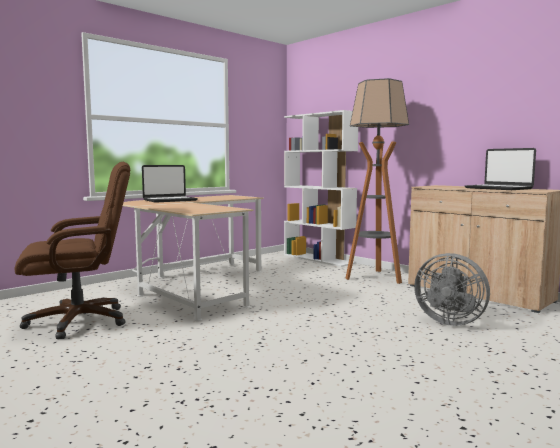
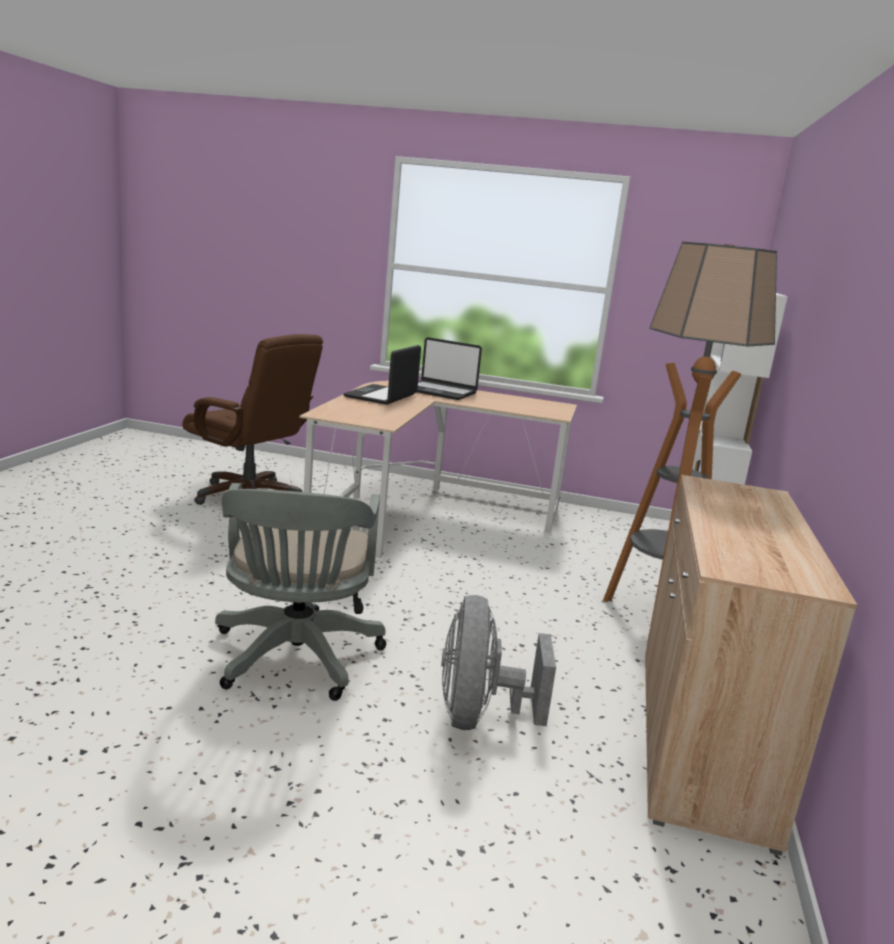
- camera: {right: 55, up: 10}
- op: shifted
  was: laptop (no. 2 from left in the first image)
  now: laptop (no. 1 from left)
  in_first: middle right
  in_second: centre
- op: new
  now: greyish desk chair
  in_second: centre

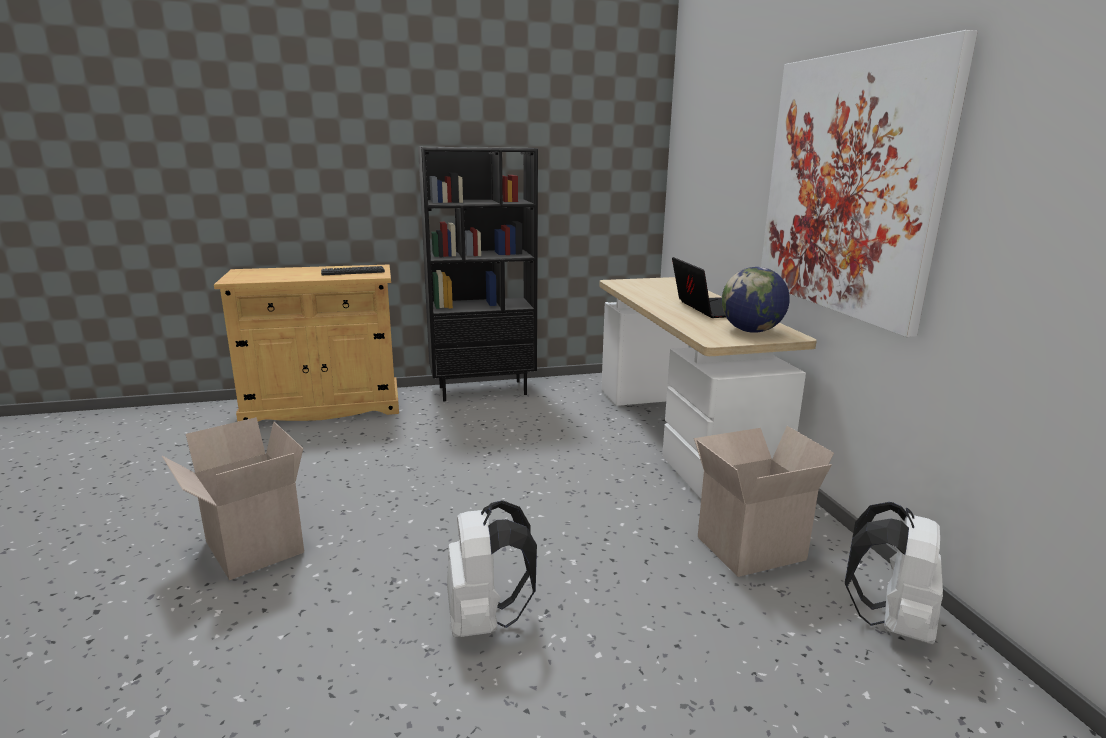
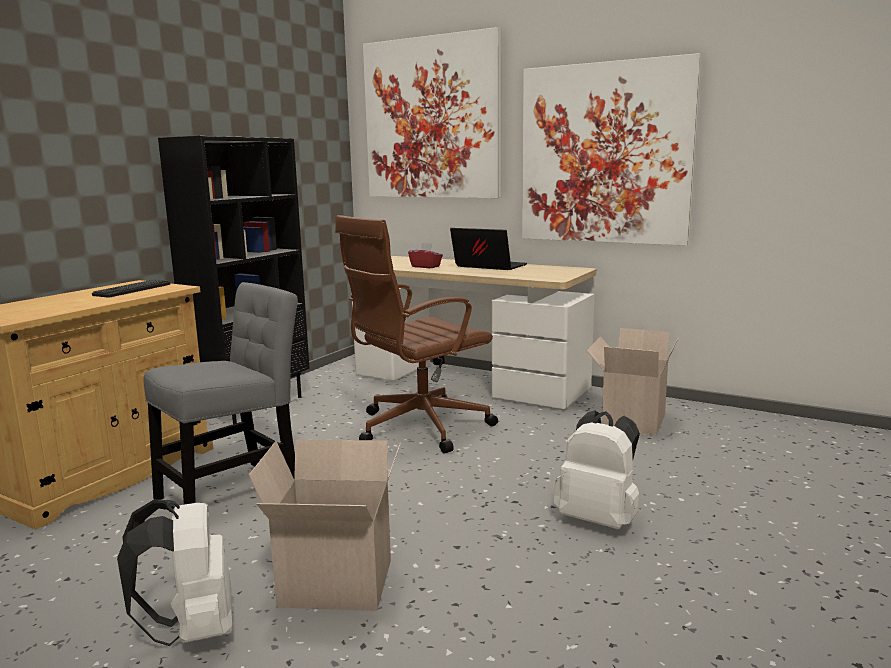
- camera: {right: -45, up: -5}
- op: gone
  was: desk globe
  in_first: middle right
- op: shifted
  was: whitish knapsack (no. 2 from left in the first image)
  now: whitish knapsack (no. 1 from left)
  in_first: bottom right
  in_second: bottom left
- op: new
  now: greyish chair
  in_second: middle left
- op: new
  now: brownish desk chair
  in_second: centre
- op: new
  now: wall art (no. 1 from left)
  in_second: top centre
- op: new
  now: red box of tissues
  in_second: centre

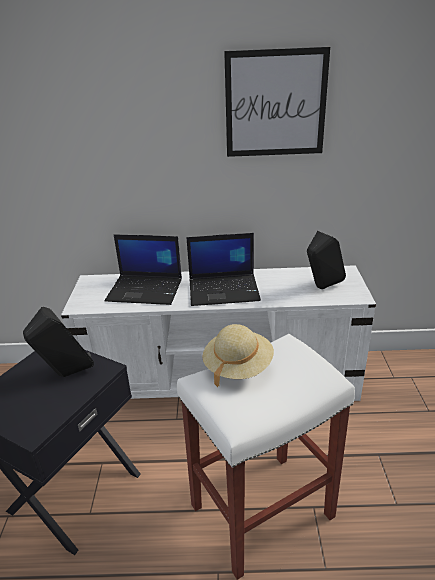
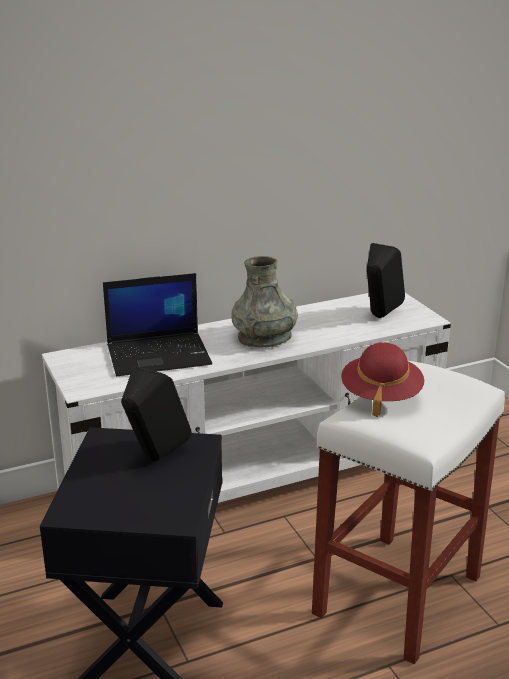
- camera: {right: -25, up: -5}
- op: swapped
  was: laptop (no. 2 from left)
  now: greyish decorative vase
  in_first: centre
  in_second: centre
- op: repainted
  was: beige wearable hat
  now: red wearable hat
  in_first: centre
  in_second: middle right
- op: gone
  was: wall art
  in_first: top centre

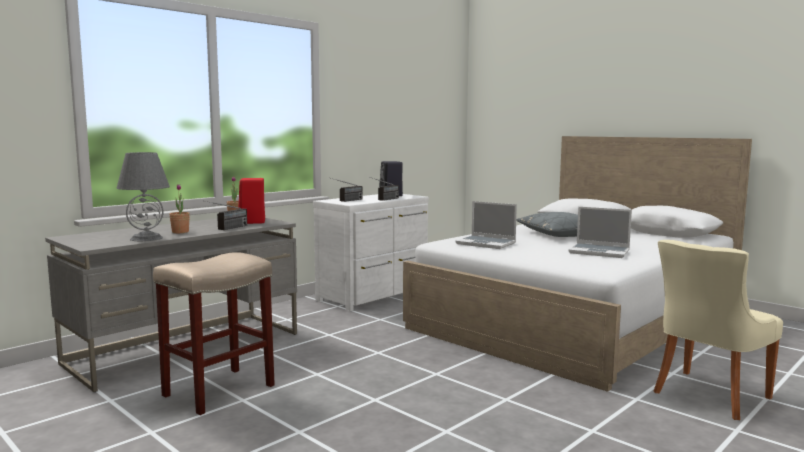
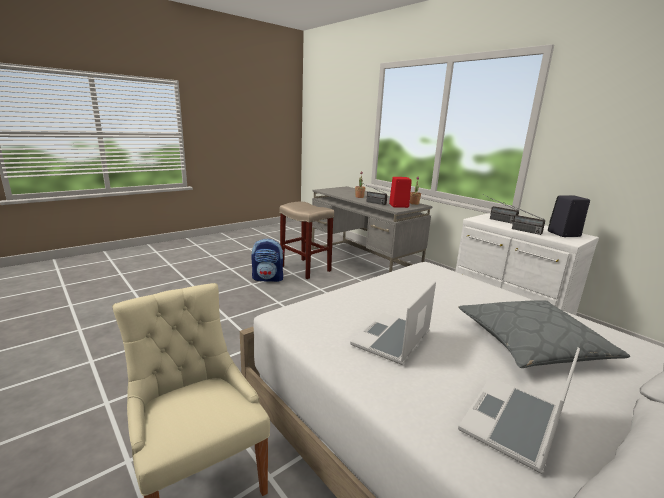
- camera: {right: 95, up: 10}
- op: gone
  was: greyish tabletop lamp
  in_first: middle left
- op: shifted
  was: laptop (no. 1 from left in the first image)
  now: laptop (no. 2 from left)
  in_first: centre
  in_second: bottom right
- op: new
  now: knapsack
  in_second: centre

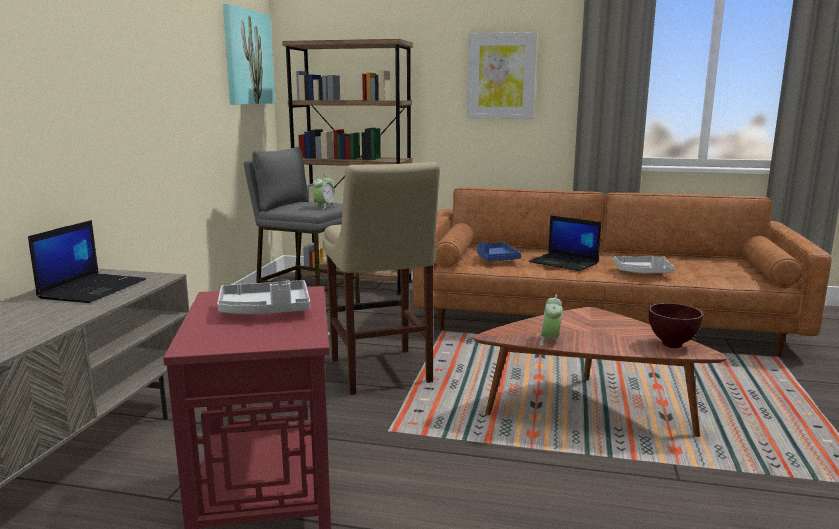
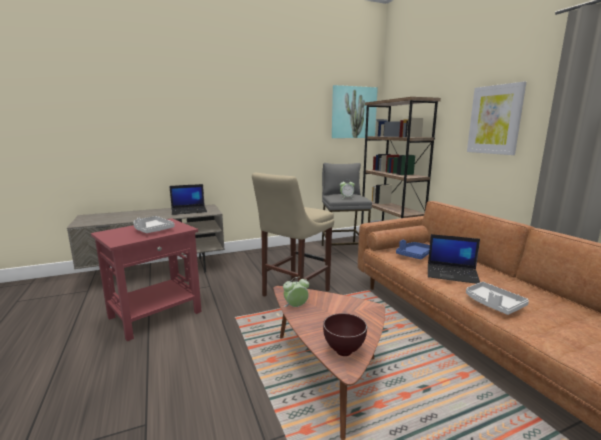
- camera: {right: 55, up: 0}
- op: rotated
  was: laptop (no. 2 from left)
  in_first: middle right
  in_second: middle right
  clockwise: -75

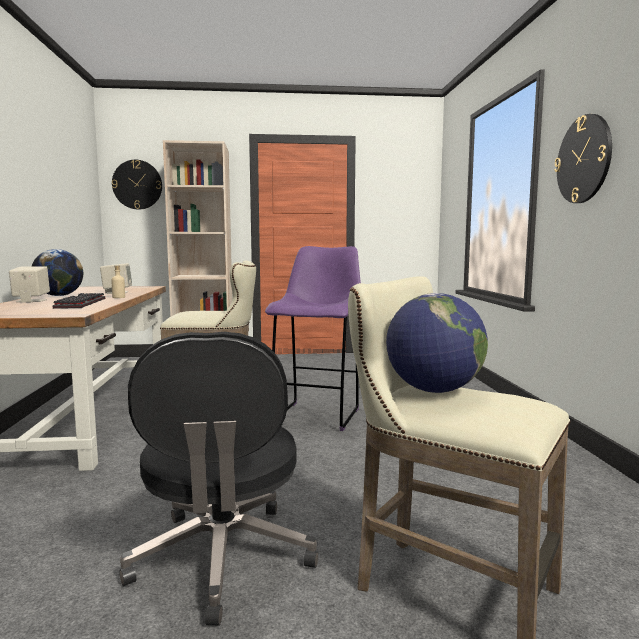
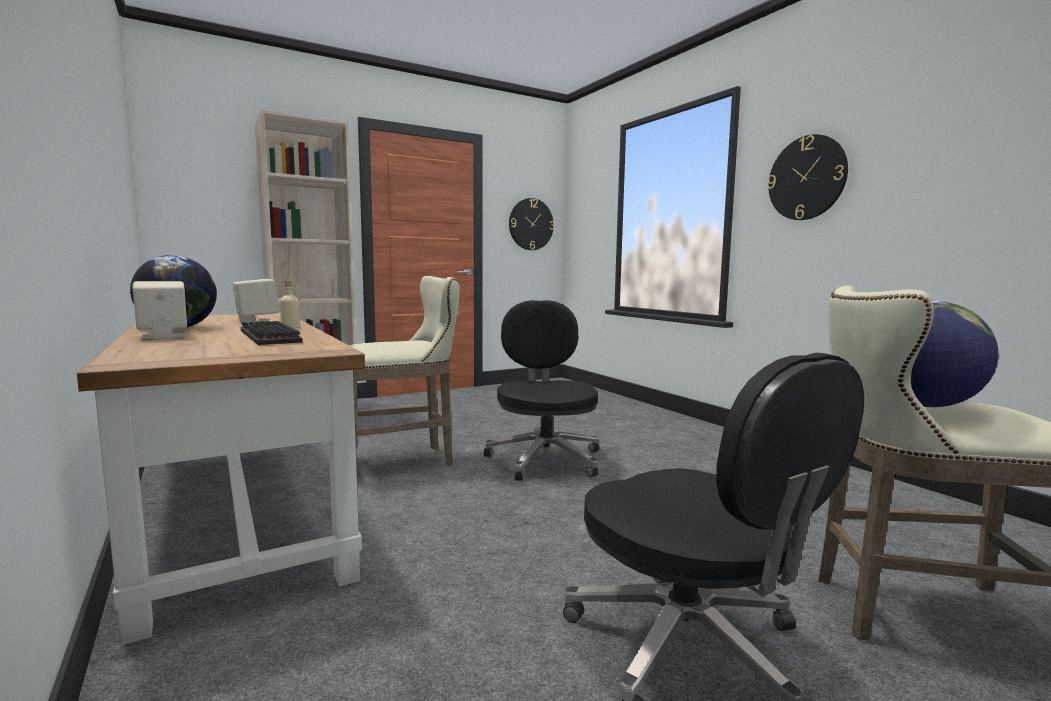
- camera: {right: -25, up: 0}
- op: shifted
  was: wall clock (no. 1 from left)
  in_first: top left
  in_second: top centre
- op: swapped
  was: purple stool
  now: blackish desk chair (no. 1 from left)
  in_first: centre
  in_second: centre

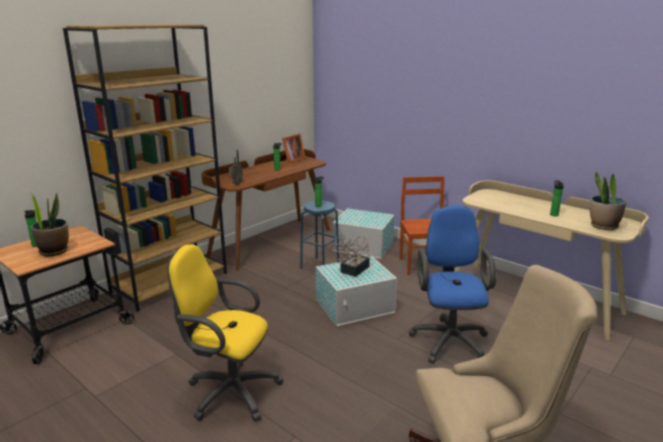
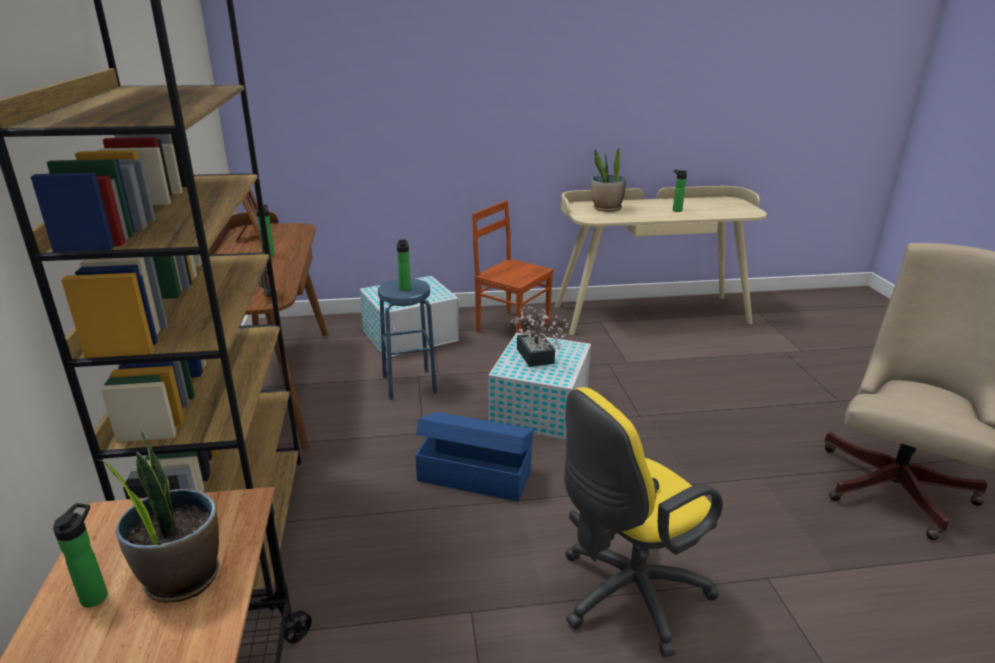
- camera: {right: -50, up: 5}
- op: gone
  was: blue-coloured desk chair
  in_first: middle right
- op: shifted
  was: plant in a pot (no. 3 from left)
  in_first: middle right
  in_second: top centre
- op: new
  now: blue-coloured storage box
  in_second: bottom centre

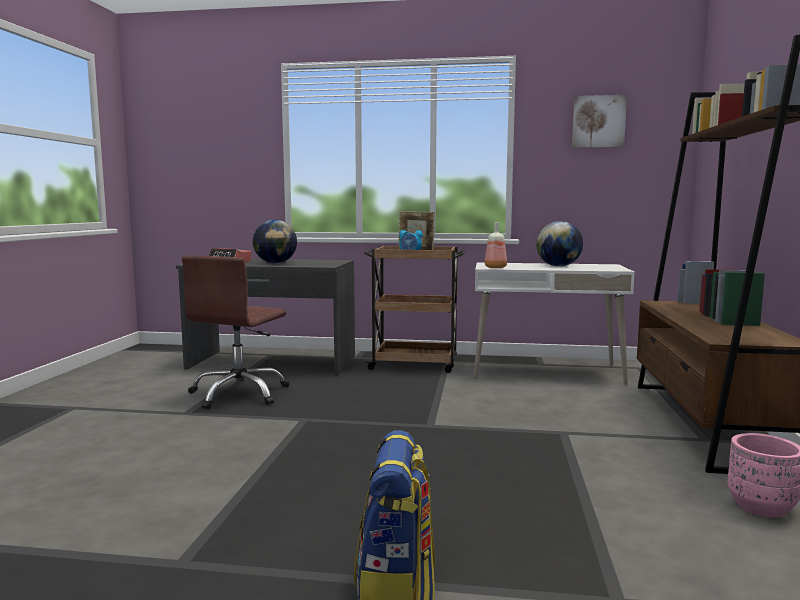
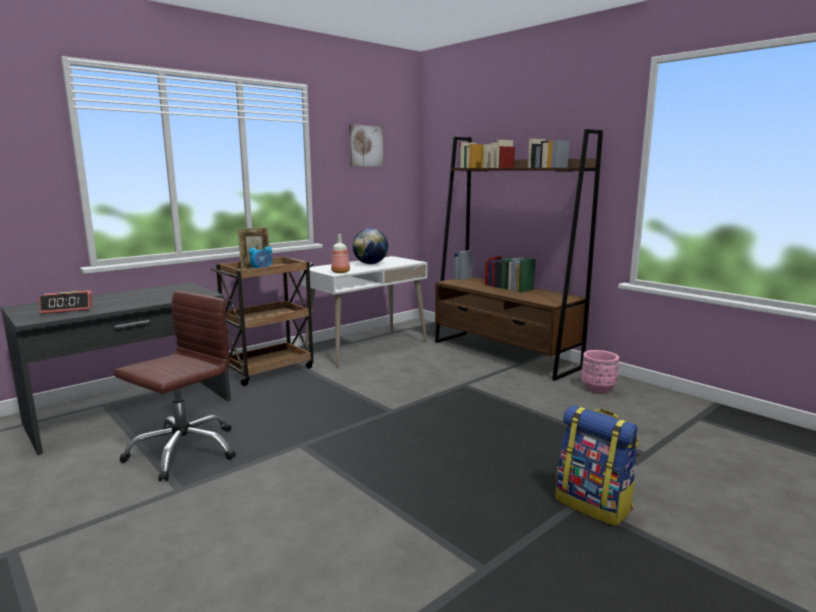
- camera: {right: -50, up: 5}
- op: rotated
  was: brownish desk chair
  in_first: middle left
  in_second: middle left
  clockwise: -120
- op: gone
  was: desk globe (no. 1 from left)
  in_first: centre

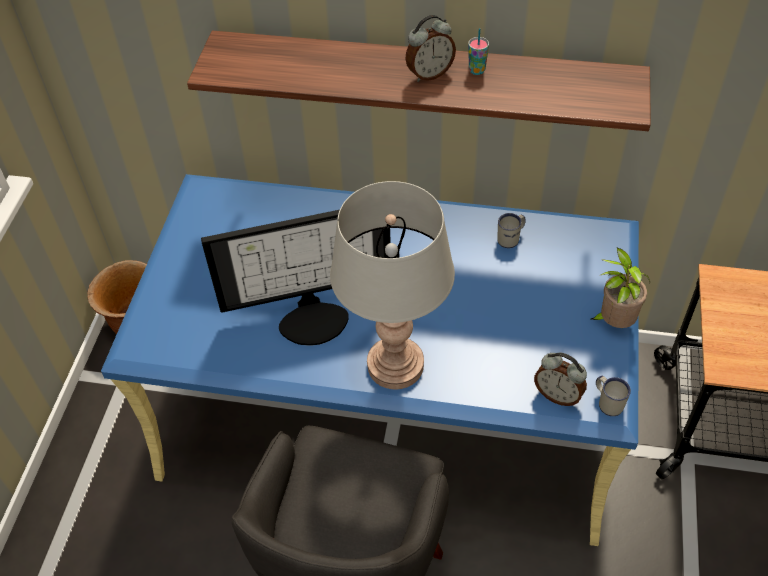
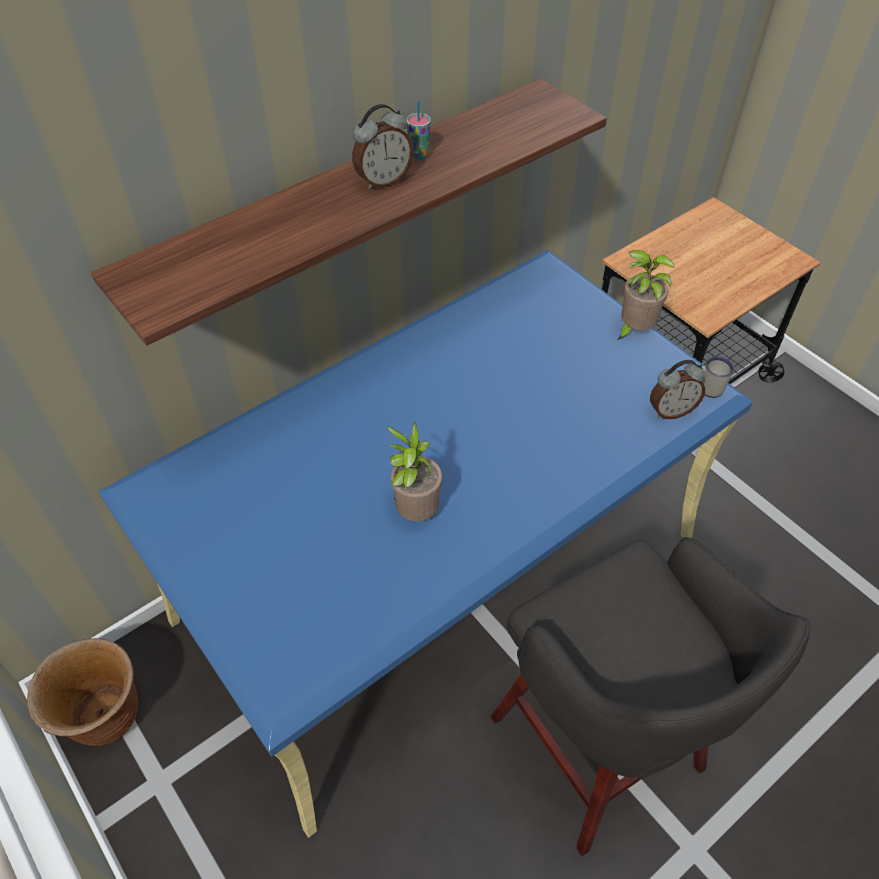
- camera: {right: -50, up: 0}
- op: swapped
  was: computer display
  now: plant in a pot (no. 1 from left)
  in_first: centre
  in_second: centre
- op: gone
  was: greyish tabletop lamp
  in_first: centre
- op: rotated
  was: bedside clock (no. 1 from left)
  in_first: top centre
  in_second: top centre
  clockwise: 45
- op: gone
  was: whitish coffee mug (no. 1 from left)
  in_first: centre

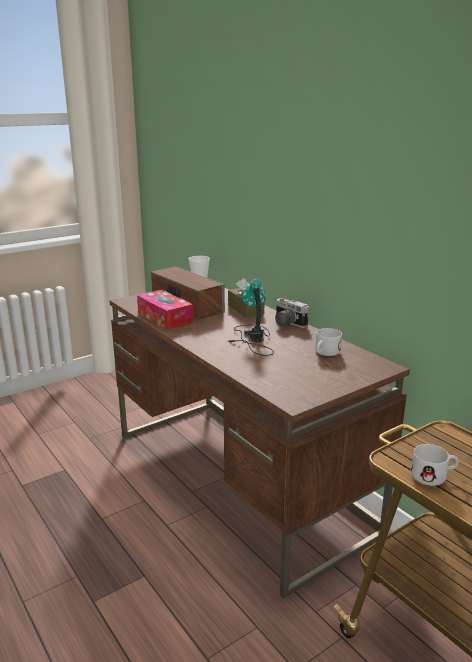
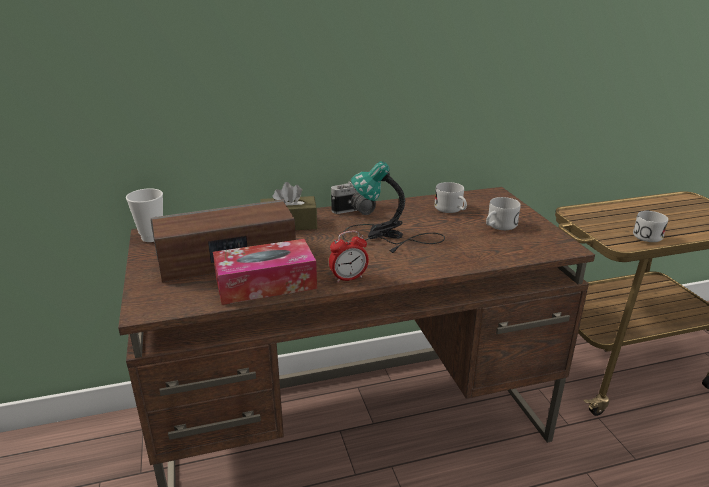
- camera: {right: -70, up: 5}
- op: new
  now: bedside clock
  in_second: centre
- op: new
  now: whitish coffee mug (no. 2 from left)
  in_second: middle right

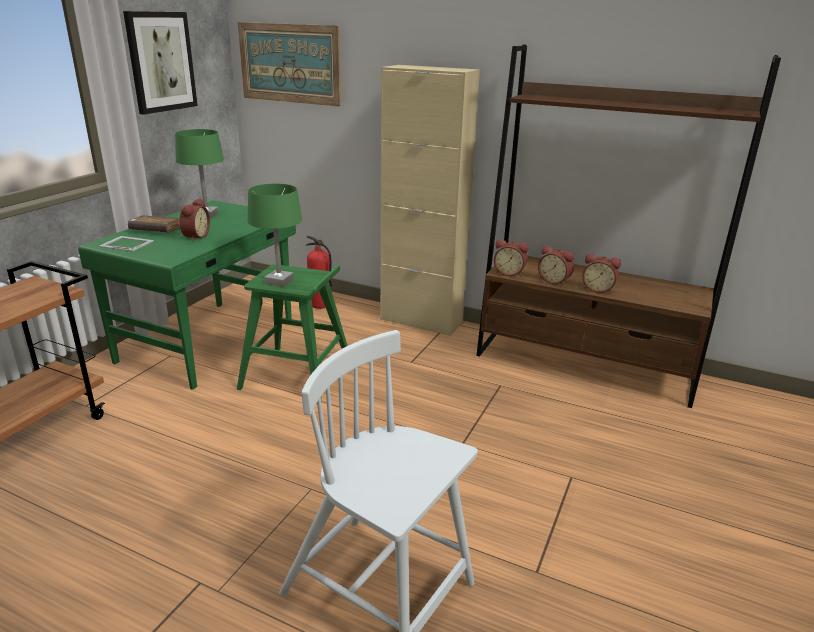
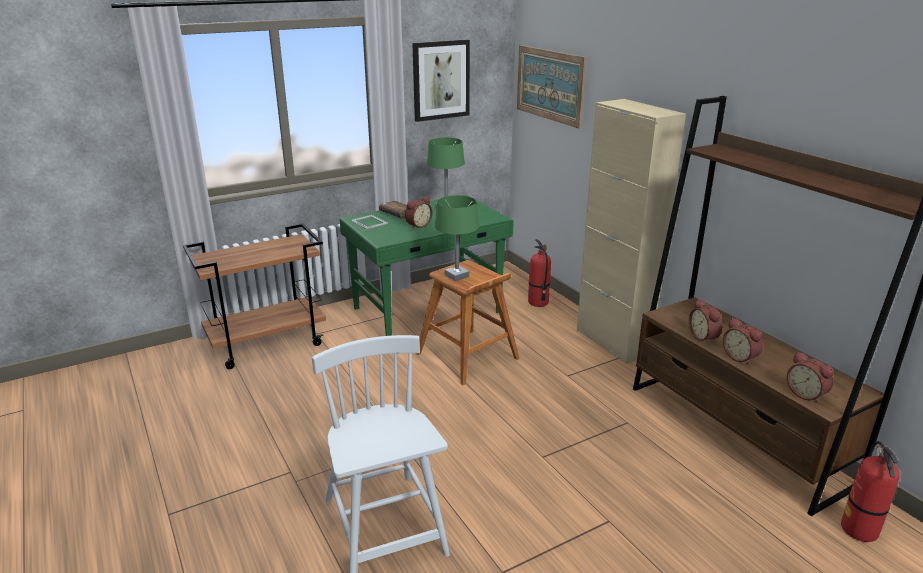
- camera: {right: 35, up: 0}
- op: repainted
  was: green stool
  now: brownish stool
  in_first: centre
  in_second: centre
- op: shifted
  was: bedside clock (no. 2 from left in the first image)
  now: bedside clock (no. 4 from left)
  in_first: centre
  in_second: middle right
- op: new
  now: fire extinguisher (no. 2 from left)
  in_second: bottom right

